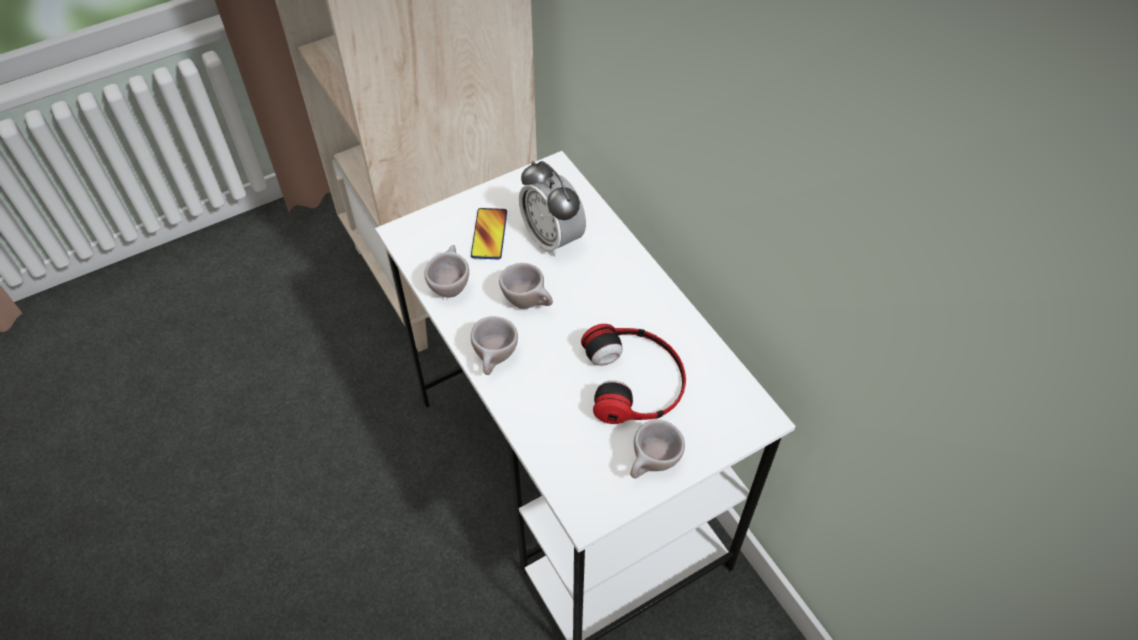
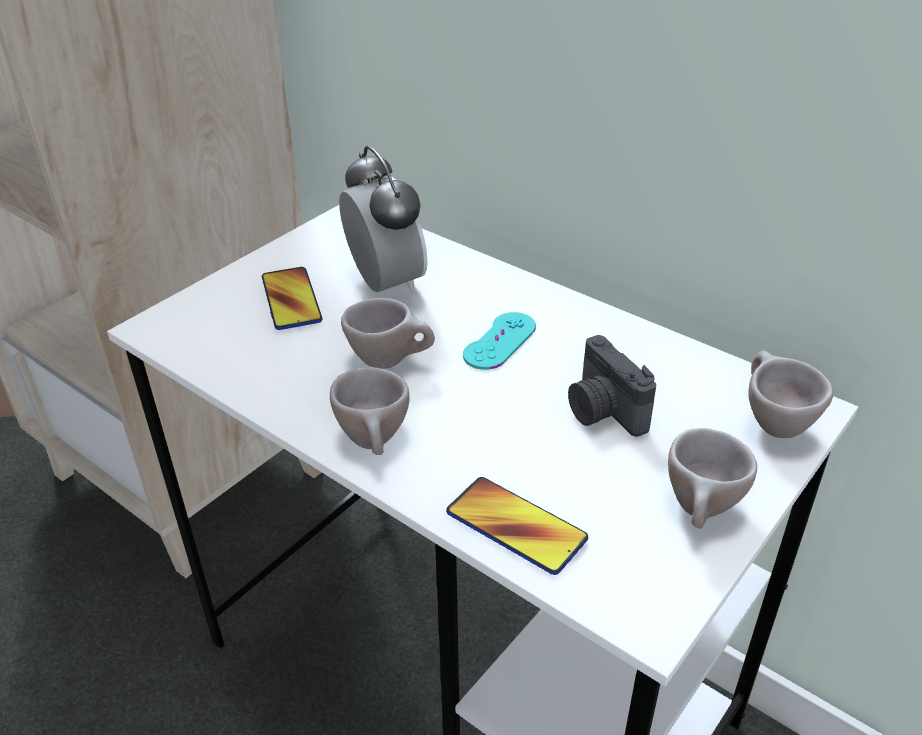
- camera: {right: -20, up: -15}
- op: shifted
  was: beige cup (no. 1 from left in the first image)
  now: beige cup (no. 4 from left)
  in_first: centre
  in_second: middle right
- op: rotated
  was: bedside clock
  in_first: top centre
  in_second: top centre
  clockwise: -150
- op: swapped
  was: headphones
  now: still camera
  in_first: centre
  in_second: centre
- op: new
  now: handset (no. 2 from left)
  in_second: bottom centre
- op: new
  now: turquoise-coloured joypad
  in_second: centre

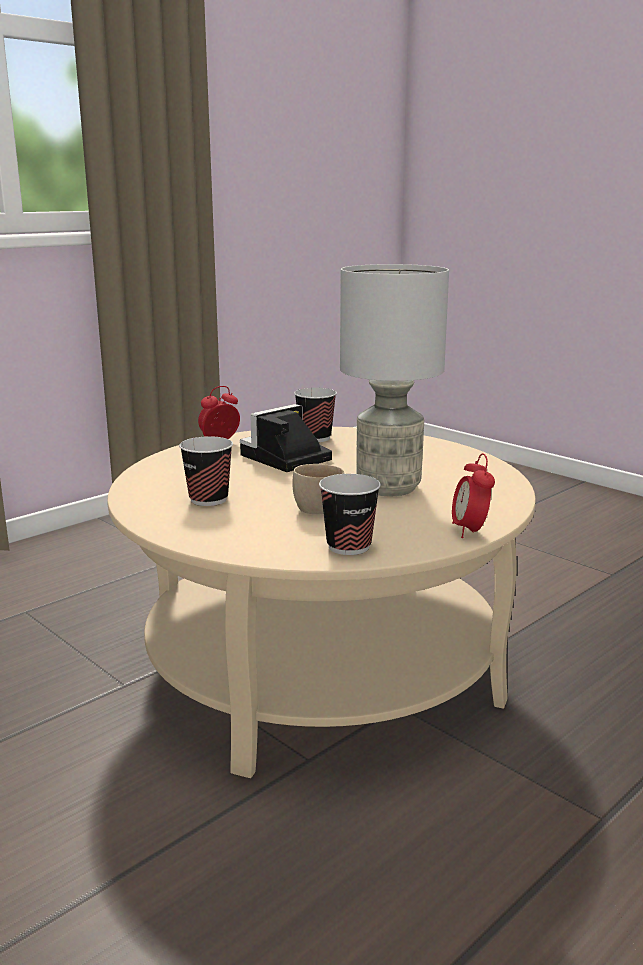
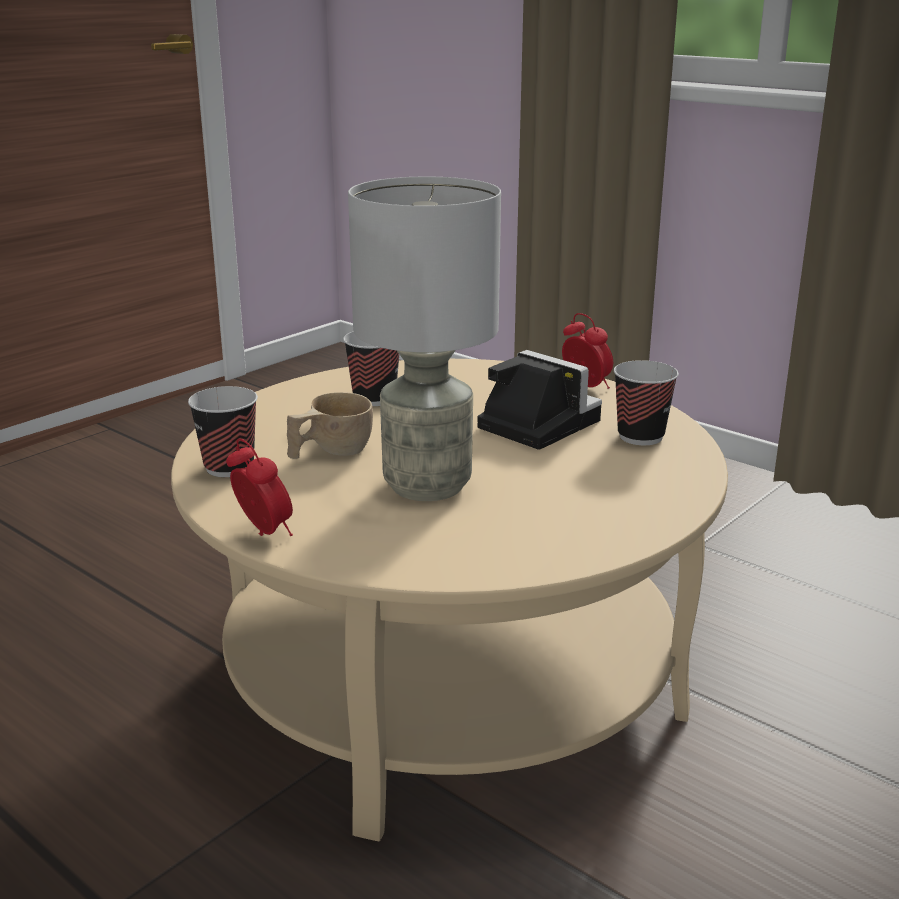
- camera: {right: 85, up: 5}
- op: rotated
  was: bedside clock (no. 2 from left in the first image)
  in_first: middle right
  in_second: middle left
  clockwise: 60

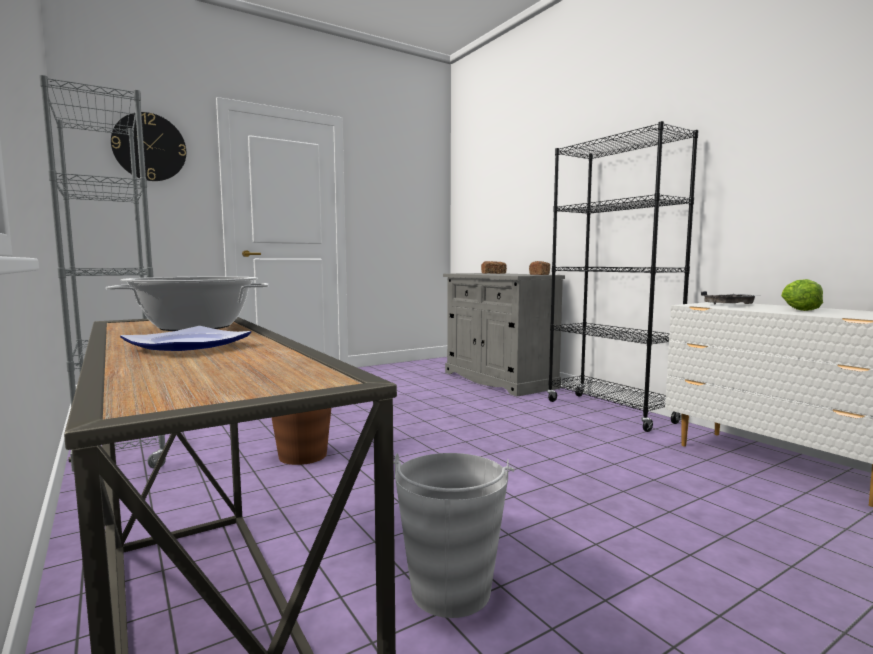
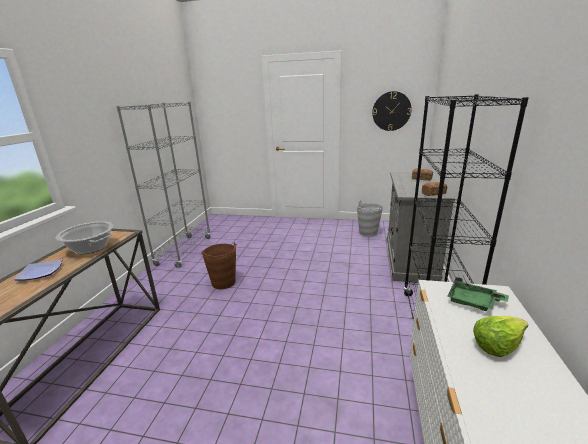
- camera: {right: 45, up: 15}
- op: shifted
  was: wall clock
  in_first: top left
  in_second: top right
- op: shifted
  was: greyish pail
  in_first: bottom centre
  in_second: centre
- op: repainted
  was: greyish tray
  now: green tray
  in_first: middle right
  in_second: middle right

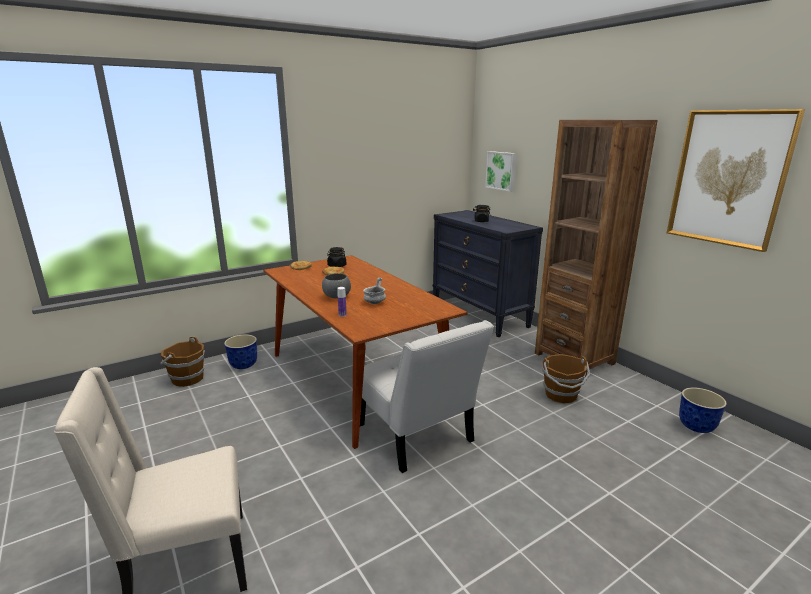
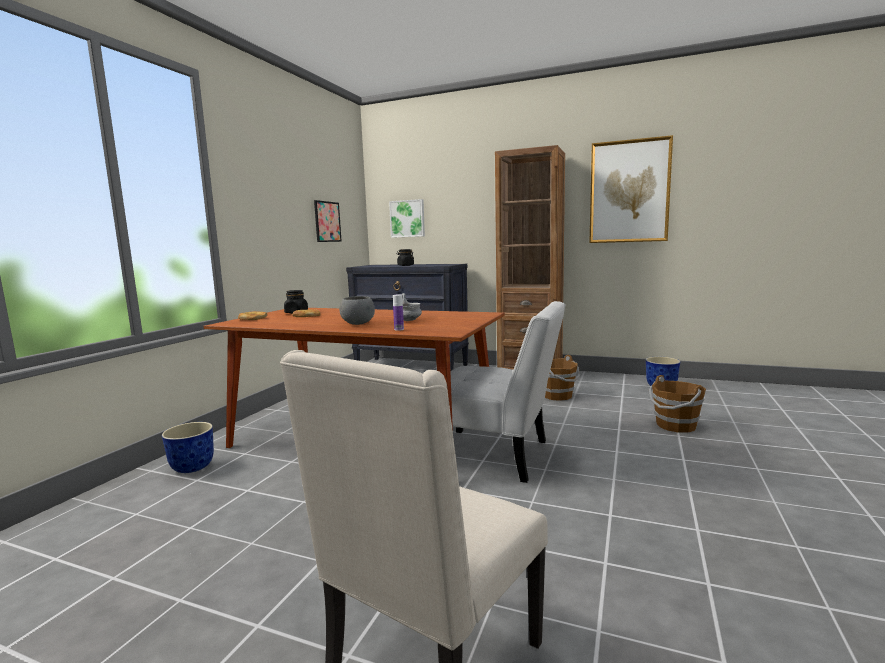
- camera: {right: -35, up: -10}
- op: shifted
  was: brownish pail (no. 1 from left in the first image)
  now: brownish pail (no. 2 from left)
  in_first: middle left
  in_second: middle right
- op: new
  now: wall art (no. 1 from left)
  in_second: centre

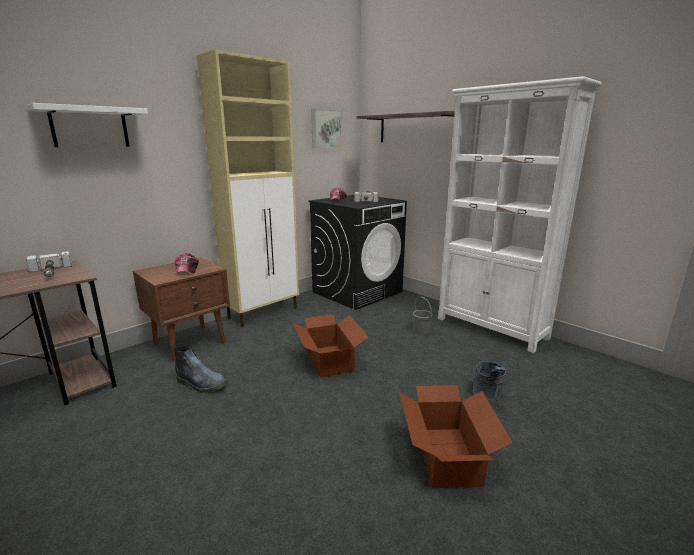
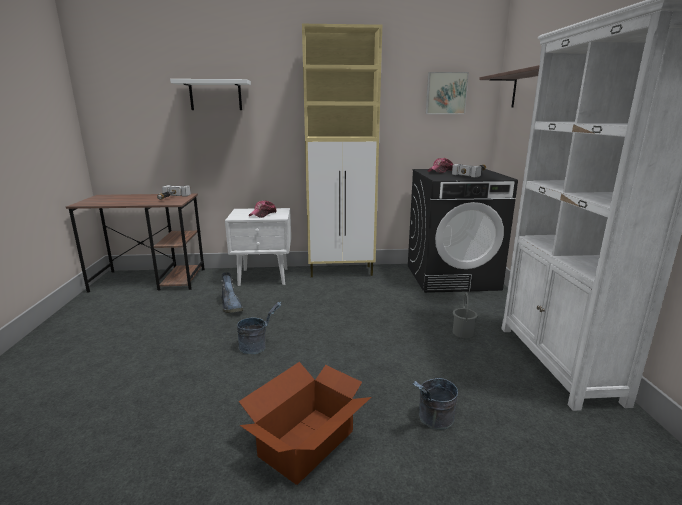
- camera: {right: 40, up: 0}
- op: repainted
  was: brownish nightstand
  now: whitish nightstand
  in_first: middle left
  in_second: centre
- op: gone
  was: carton (no. 1 from left)
  in_first: centre
- op: new
  now: greyish pail (no. 1 from left)
  in_second: centre

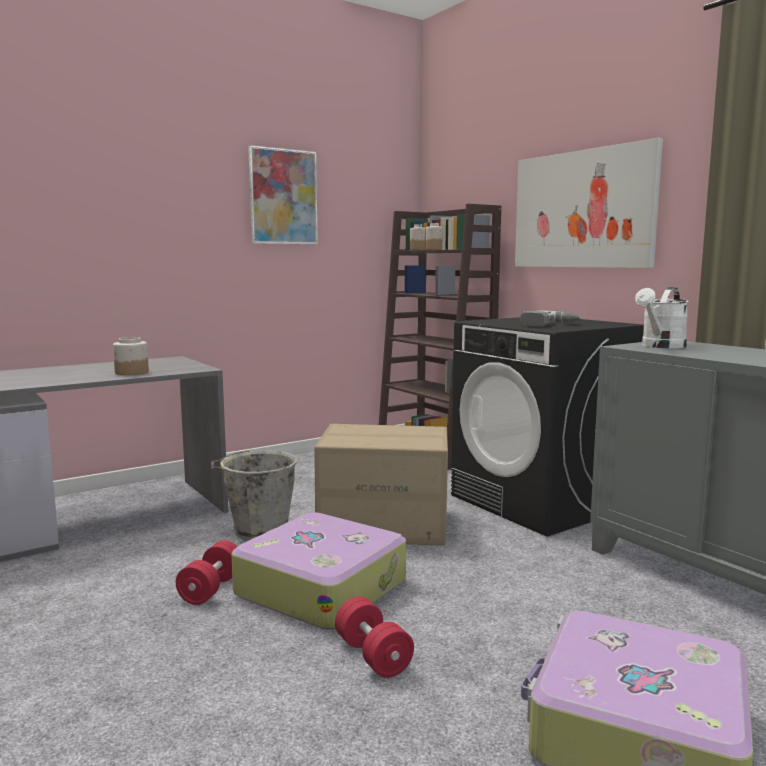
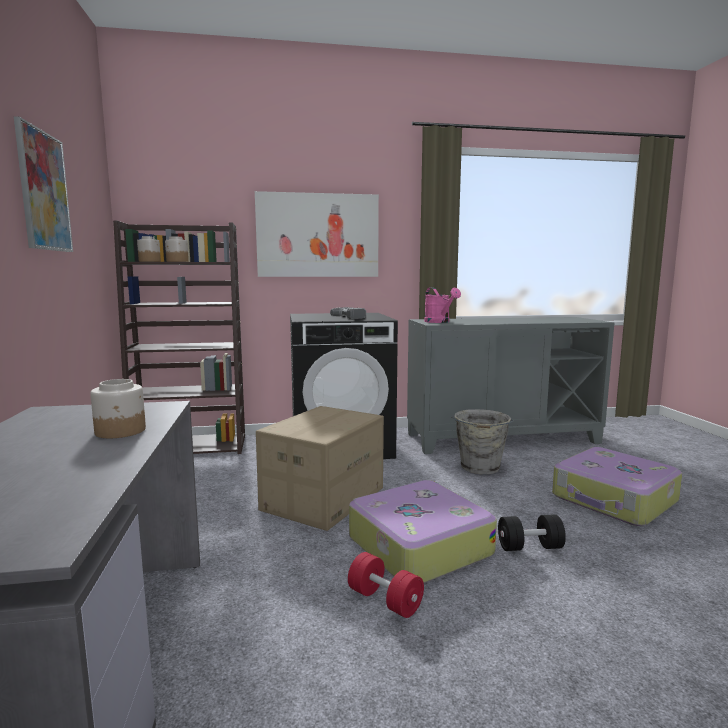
- camera: {right: -65, up: 0}
- op: shifted
  was: greyish pail
  in_first: middle left
  in_second: centre
- op: repainted
  was: red free weight (no. 2 from left)
  now: blackish free weight
  in_first: bottom centre
  in_second: bottom right
- op: repainted
  was: whitish watering pot
  now: pinkish watering pot
  in_first: middle right
  in_second: centre

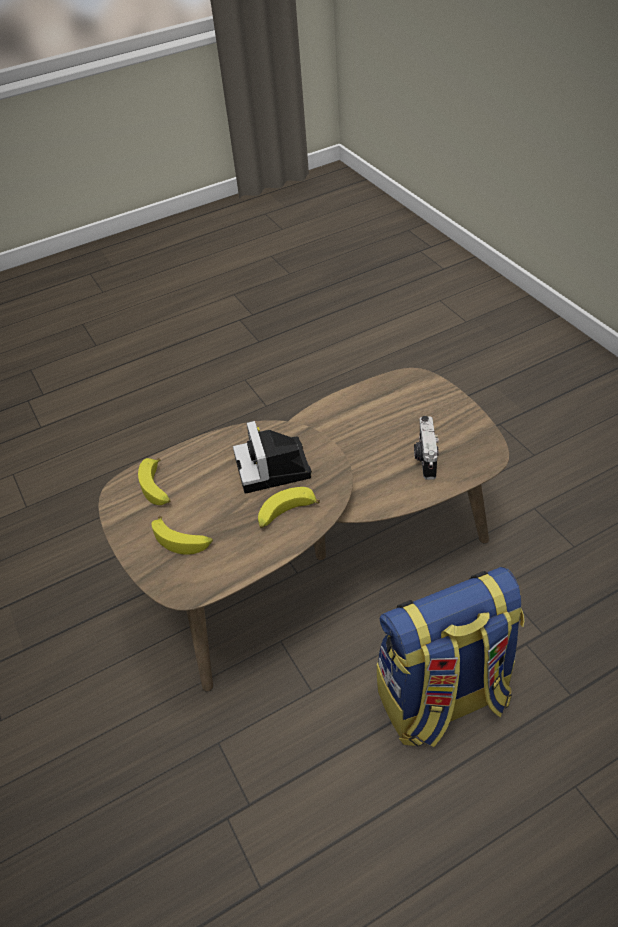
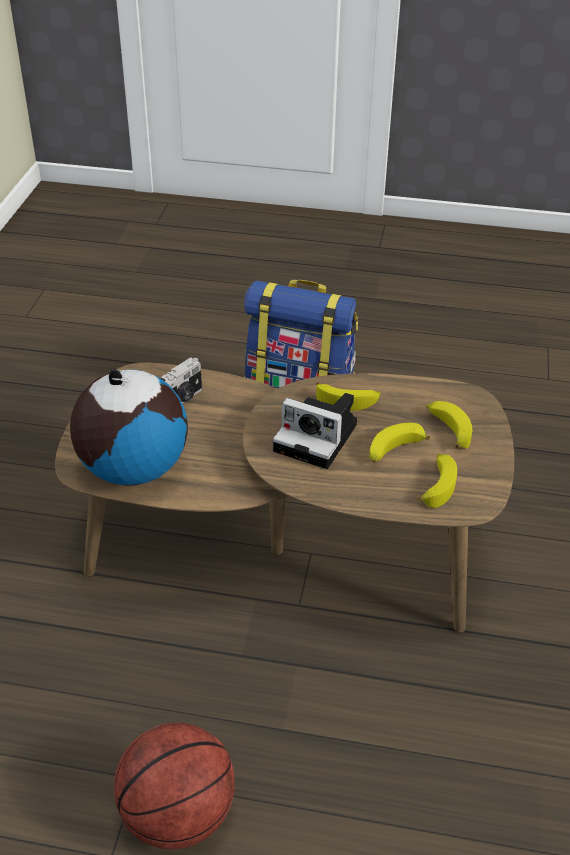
- camera: {right: -145, up: -5}
- op: rotated
  was: still camera (no. 1 from left in the first image)
  in_first: centre
  in_second: centre
  clockwise: 90
- op: new
  now: desk globe
  in_second: middle left
- op: new
  now: basketball
  in_second: bottom left
- op: new
  now: whole banana (no. 2 from left)
  in_second: middle right

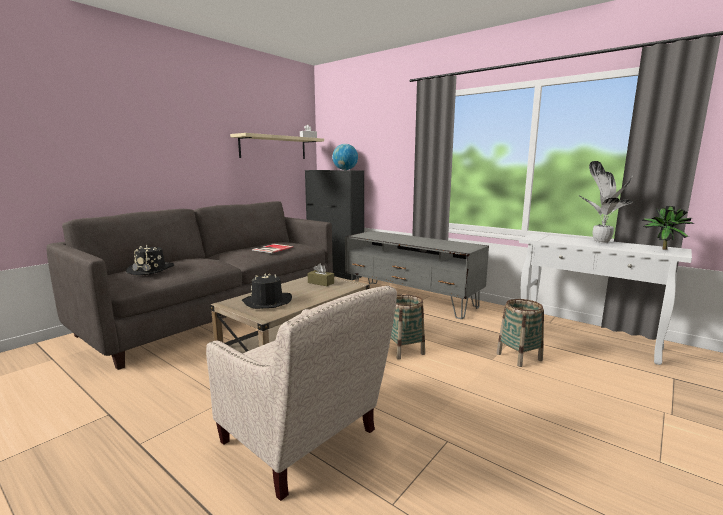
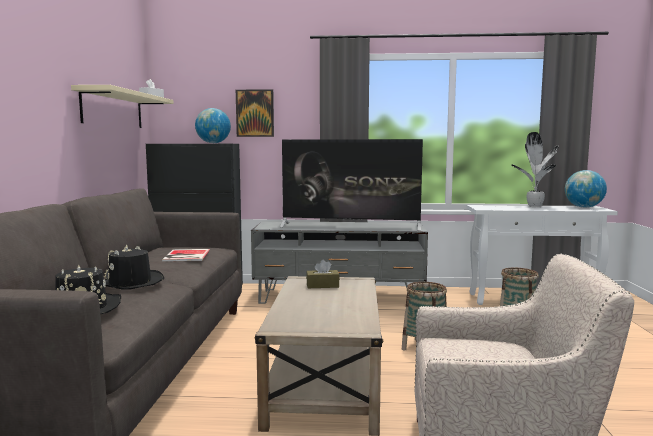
- camera: {right: -35, up: -5}
- op: shifted
  was: blackish wearable hat (no. 2 from left)
  in_first: centre
  in_second: middle left
- op: swapped
  was: plant in a pot (no. 2 from left)
  now: desk globe (no. 2 from left)
  in_first: middle right
  in_second: middle right
- op: new
  now: wall art
  in_second: top centre
- op: new
  now: TV set
  in_second: centre

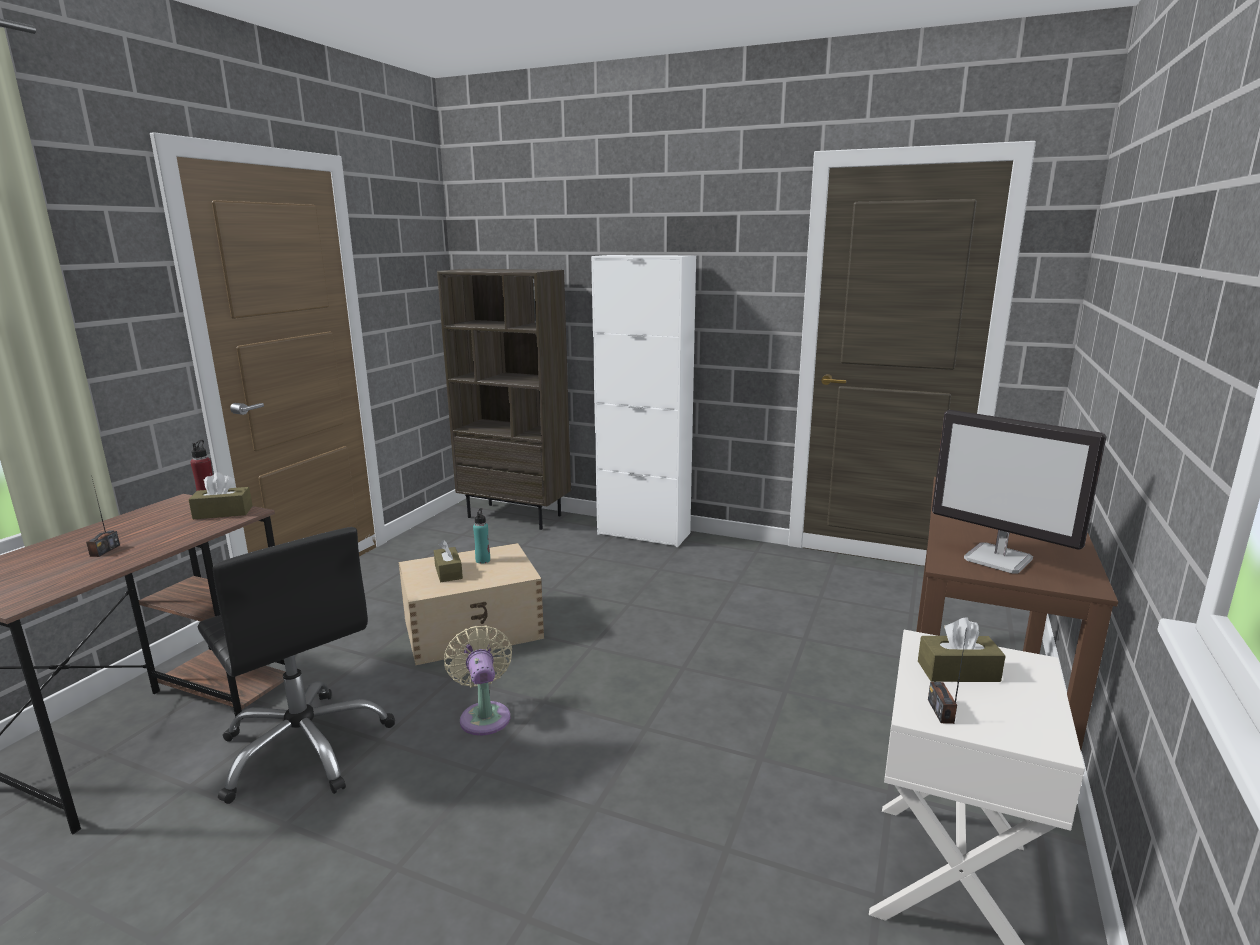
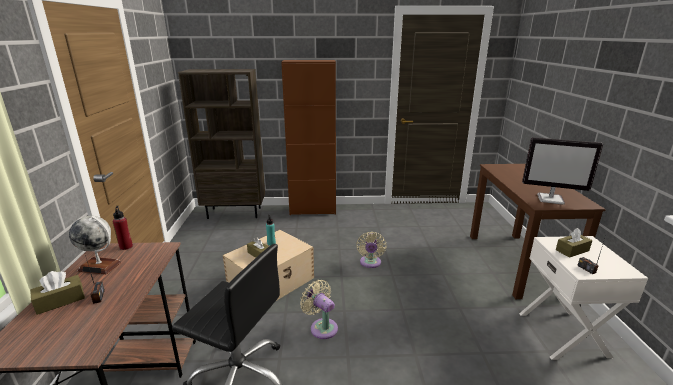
- camera: {right: -25, up: 5}
- op: shifted
  was: brownish box of tissues (no. 1 from left)
  in_first: middle left
  in_second: bottom left
- op: repainted
  was: whitish cabinet
  now: brownish cabinet
  in_first: centre
  in_second: centre
- op: new
  now: desk globe
  in_second: middle left
- op: new
  now: beige fan (no. 2 from left)
  in_second: centre

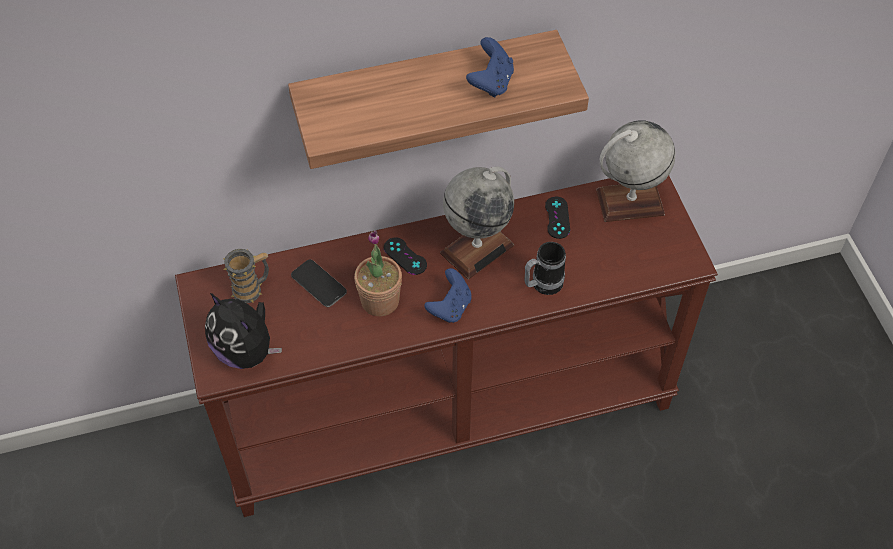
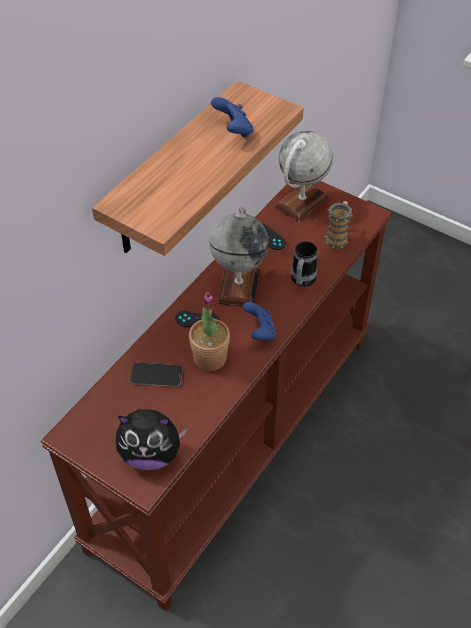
- camera: {right: -40, up: -5}
- op: shifted
  was: coffee mug (no. 1 from left in the first image)
  now: coffee mug (no. 2 from left)
  in_first: middle left
  in_second: middle right

